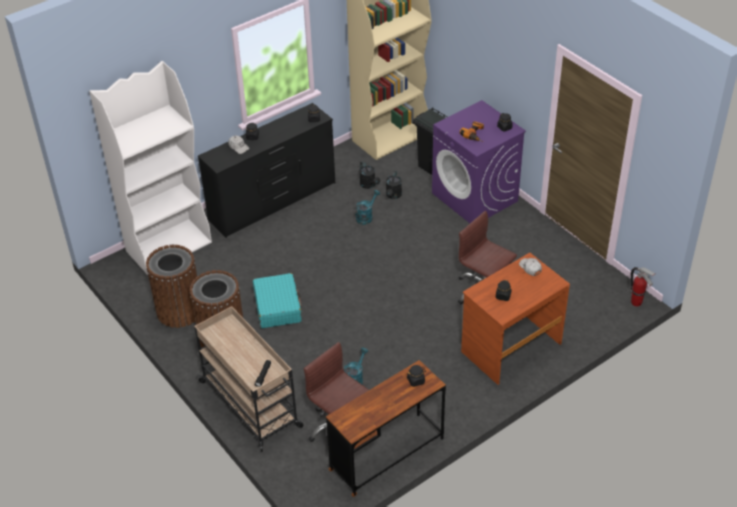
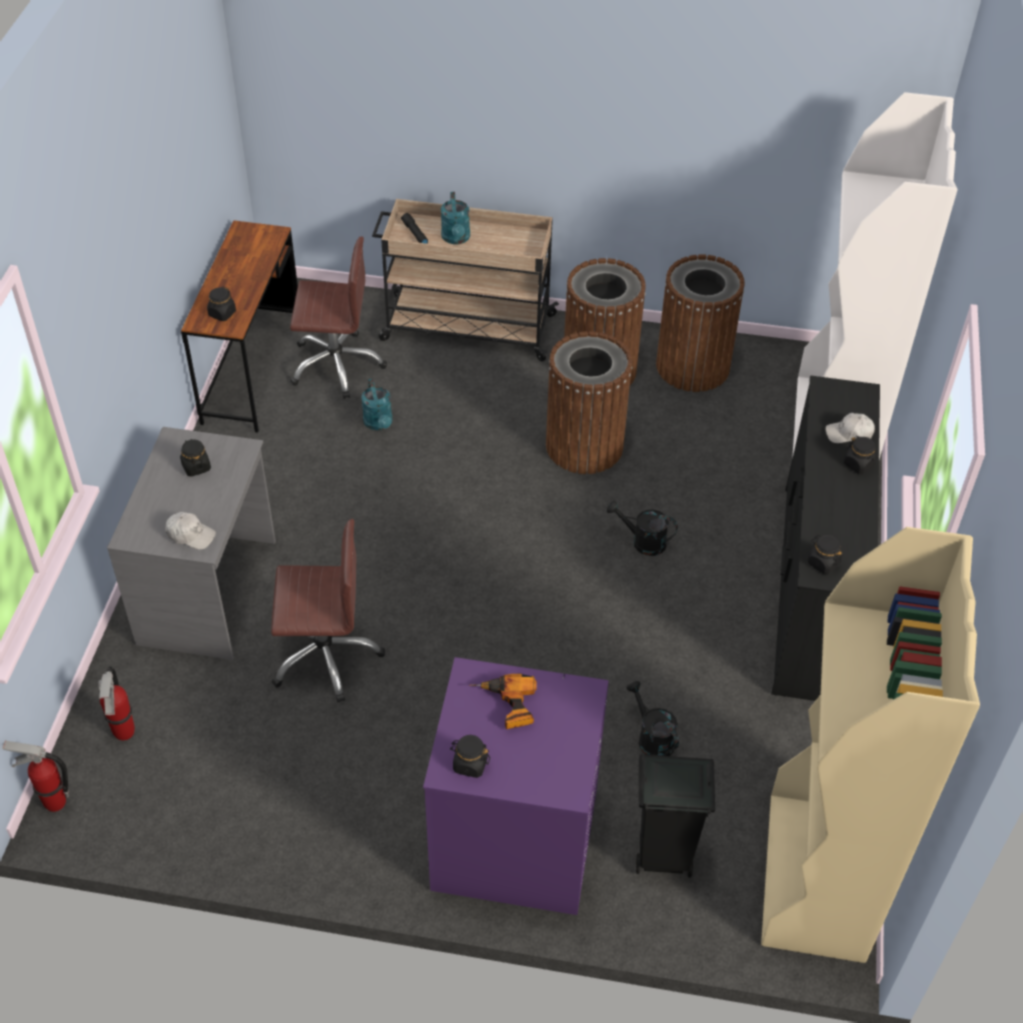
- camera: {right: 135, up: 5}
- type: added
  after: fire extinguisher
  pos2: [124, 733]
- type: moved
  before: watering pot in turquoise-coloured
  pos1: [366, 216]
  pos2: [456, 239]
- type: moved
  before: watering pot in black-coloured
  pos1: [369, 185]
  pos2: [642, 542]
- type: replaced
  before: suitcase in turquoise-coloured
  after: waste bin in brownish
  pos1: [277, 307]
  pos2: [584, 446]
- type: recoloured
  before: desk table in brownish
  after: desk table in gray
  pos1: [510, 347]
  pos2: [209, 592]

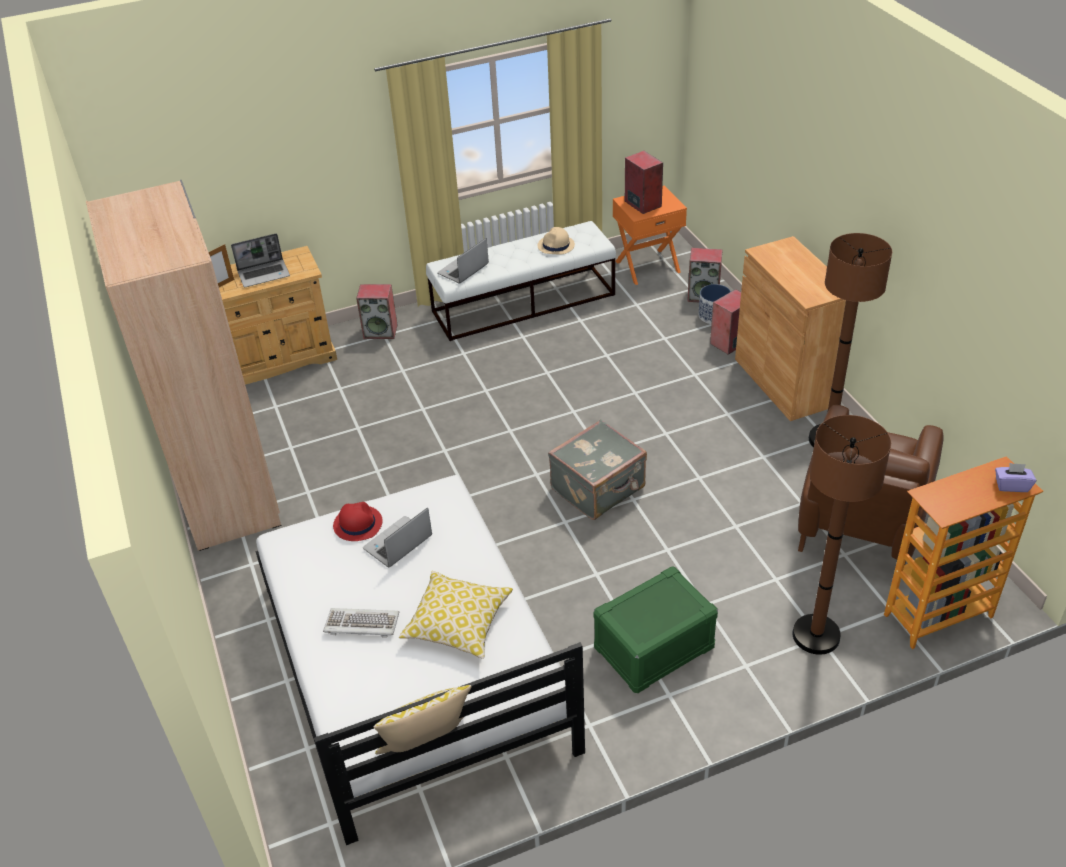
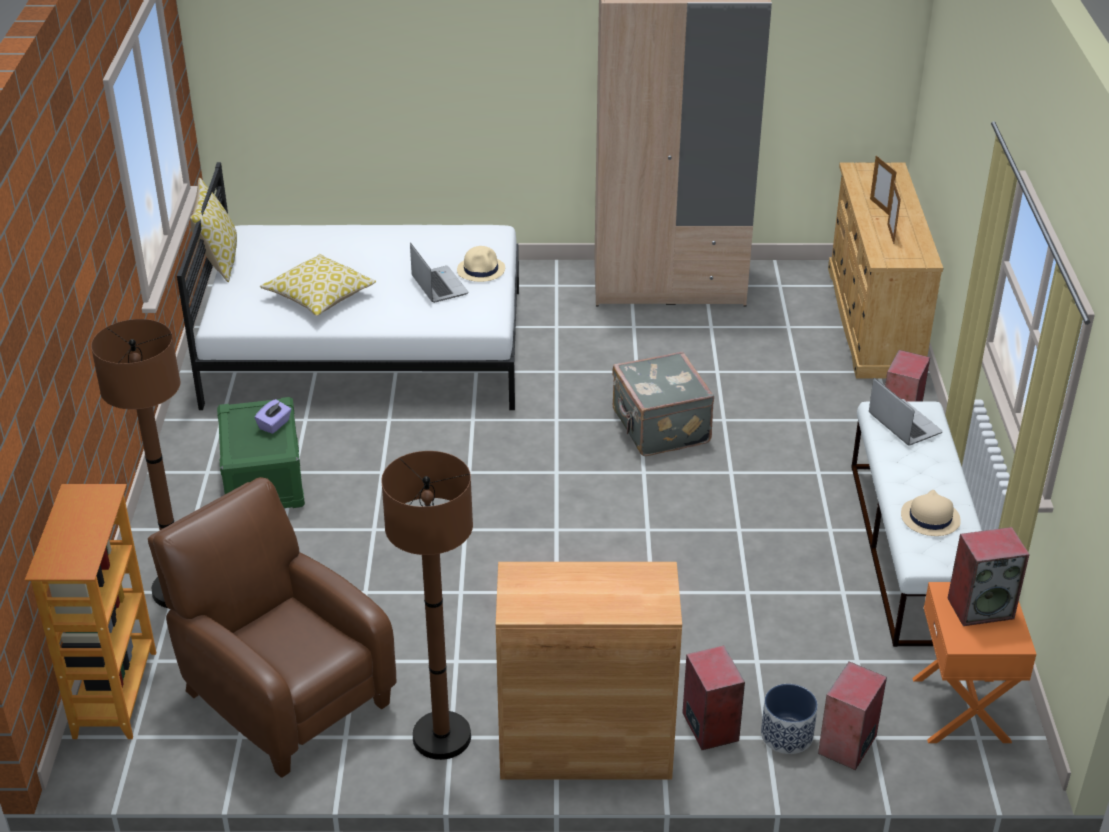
- camera: {right: 110, up: -5}
- type: removed
  before: computer keyboard
  pos1: [361, 624]
- type: moved
  before: suitcase in gray
  pos1: [599, 489]
  pos2: [659, 428]
- type: moved
  before: box of tissues in purple-coloured
  pos1: [1011, 485]
  pos2: [274, 425]
- type: replaced
  before: laptop
  after: picture frame
  pos1: [264, 274]
  pos2: [890, 234]
- type: recoloured
  before: hat in reddish
  after: hat in beige-coloured
  pos1: [357, 524]
  pos2: [481, 270]

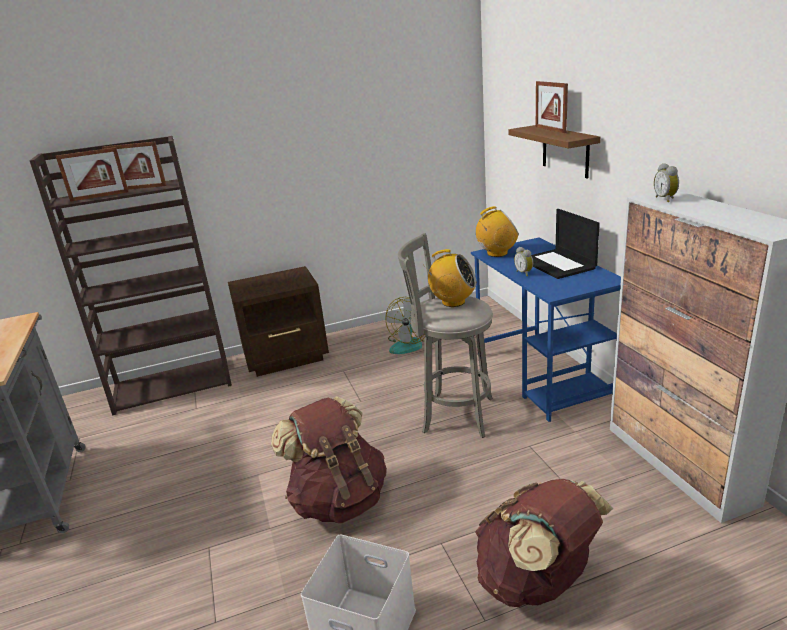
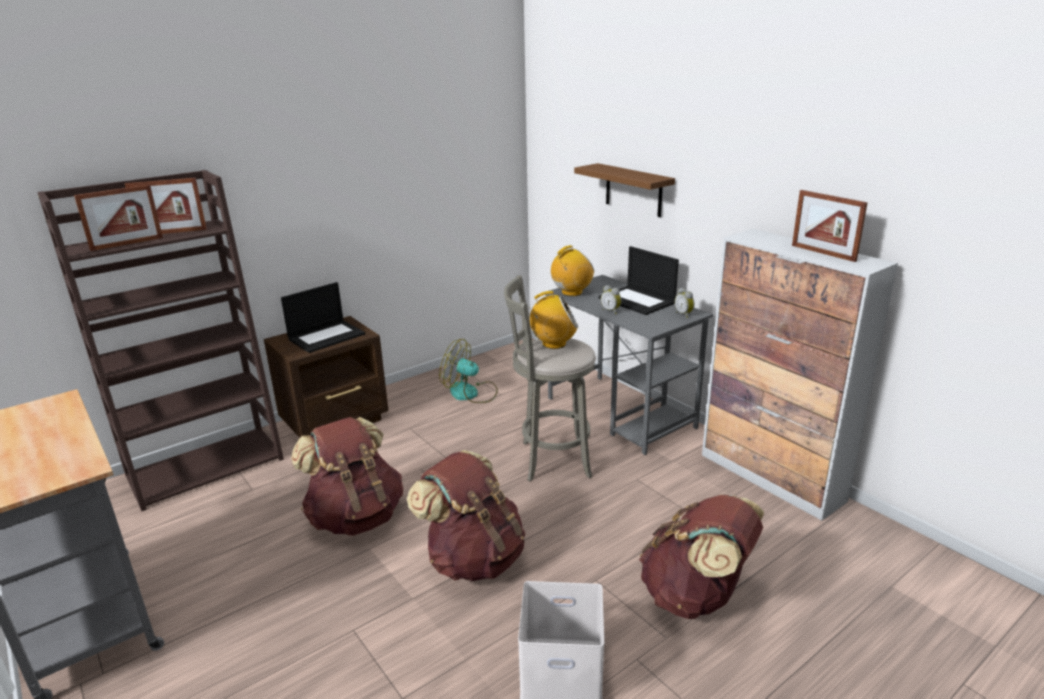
- camera: {right: -20, up: 0}
- type: added
  after: laptop
  pos2: [327, 336]
- type: added
  after: backpack in brownish
  pos2: [355, 516]
- type: moved
  before: picture frame
  pos1: [550, 129]
  pos2: [823, 253]
- type: moved
  before: alarm clock
  pos1: [666, 199]
  pos2: [684, 314]
- type: recoloured
  before: desk table in blue-coloured
  after: desk table in gray
  pos1: [543, 376]
  pos2: [621, 413]
- type: turned
  before: electric fan
  pos1: [409, 344]
  pos2: [470, 393]
  turn: 105

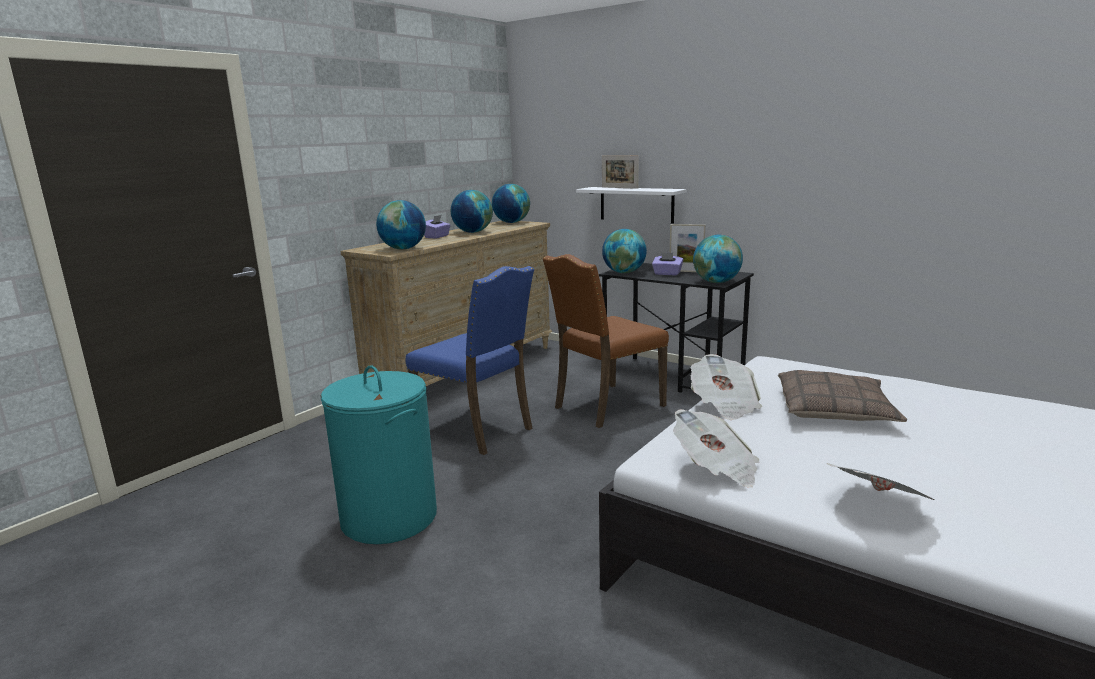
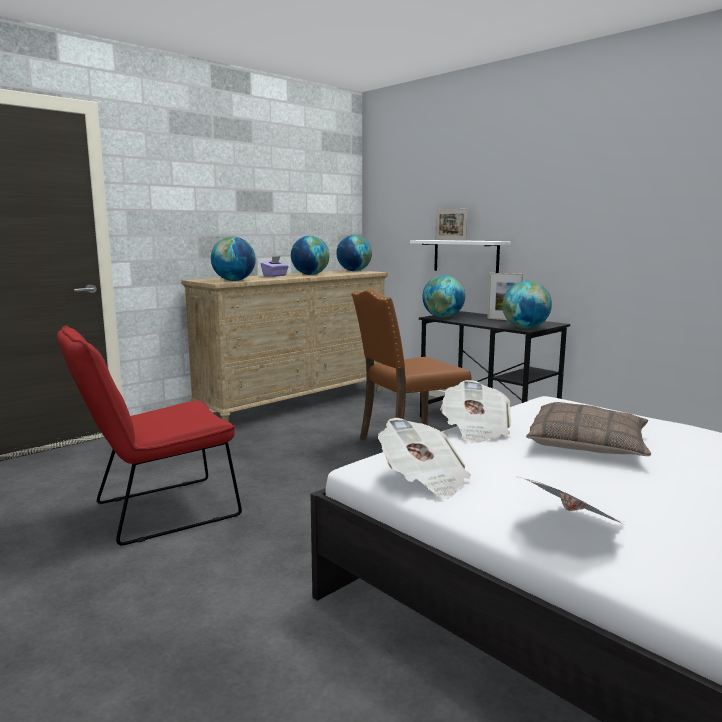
- camera: {right: 10, up: -5}
- type: removed
  before: plain chair in blue-coloured
  pos1: [477, 430]
- type: removed
  before: box of tissues in purple-coloured
  pos1: [667, 274]
- type: replaced
  before: washing basket in turquoise-coloured
  after: plain chair in reddish
  pos1: [388, 517]
  pos2: [156, 512]

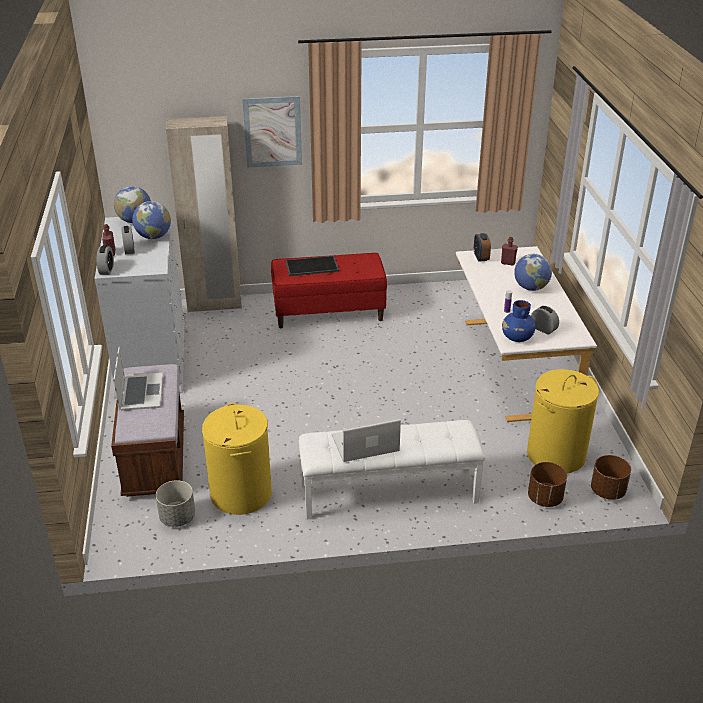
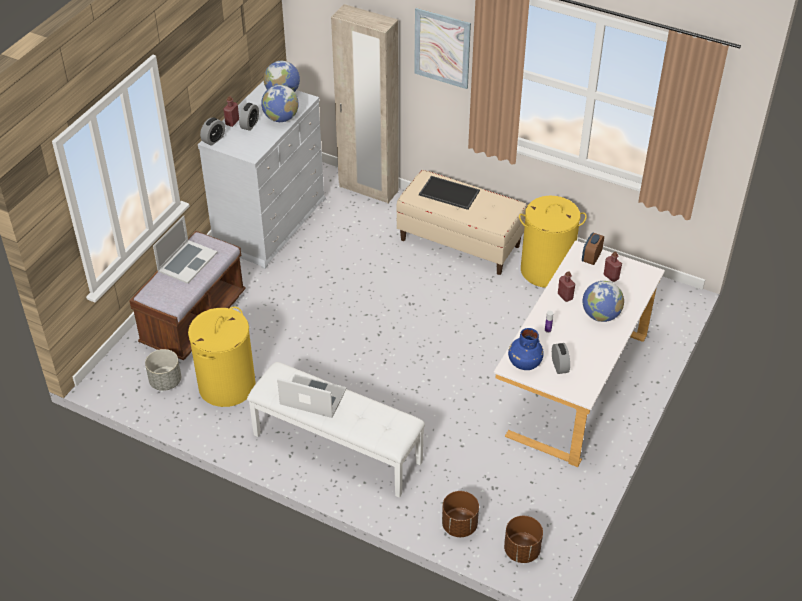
- camera: {right: 35, up: 10}
- type: added
  after: beverage bottle in reddish
  pos2: [565, 296]
- type: moved
  before: washing basket in yellowish
  pos1: [556, 455]
  pos2: [546, 270]
- type: recoloured
  before: bench in reddish
  after: bench in beige-coloured
  pos1: [328, 312]
  pos2: [460, 242]

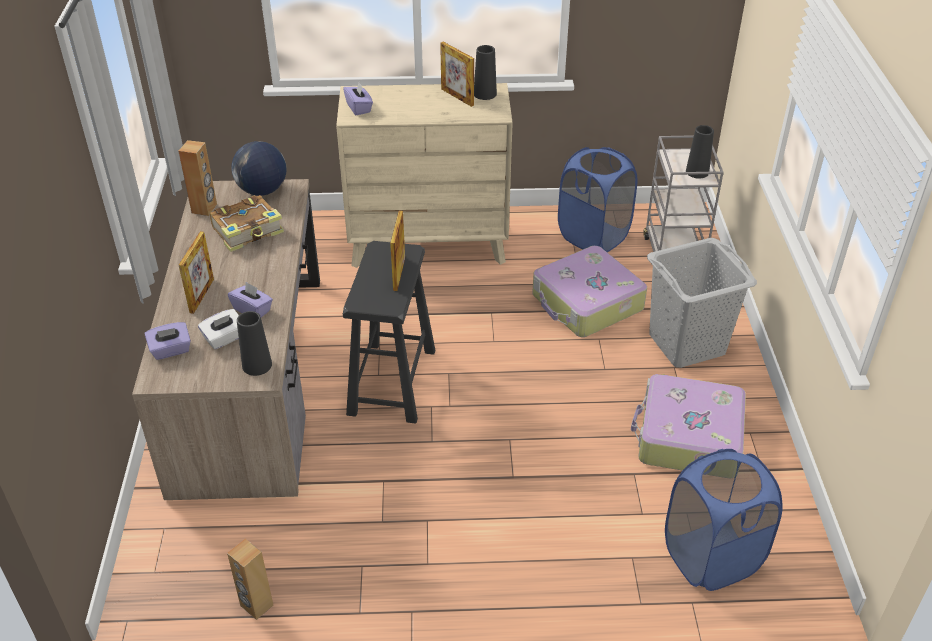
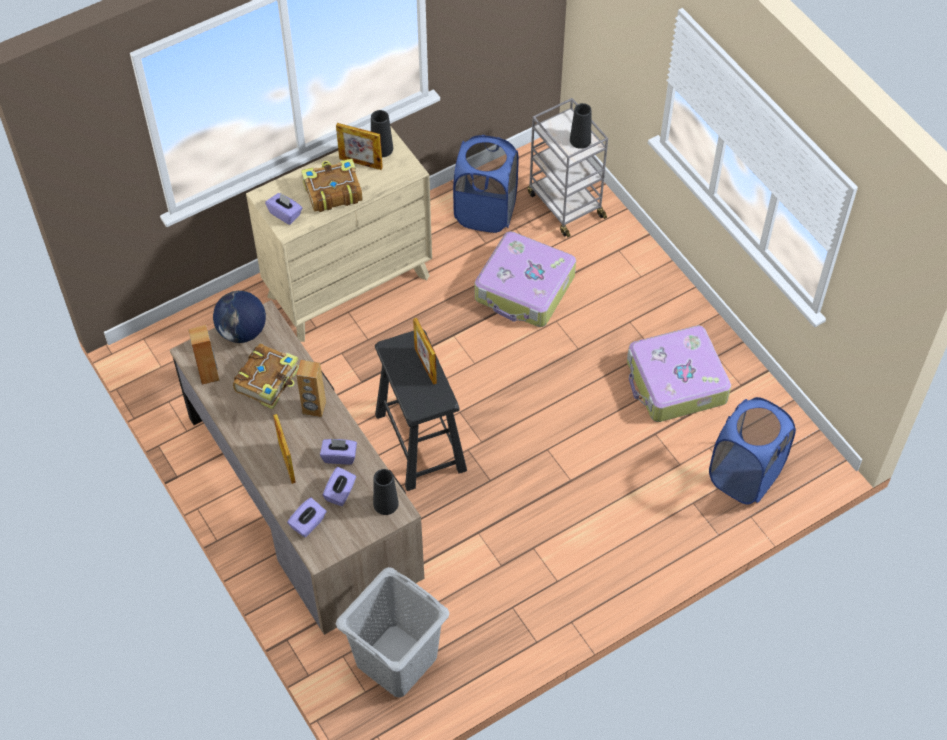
- camera: {right: -30, up: 15}
- type: added
  after: volume
  pos2: [332, 191]
- type: moved
  before: audio speaker in brownish
  pos1: [256, 605]
  pos2: [314, 408]
- type: moved
  before: washing basket in gray
  pos1: [687, 344]
  pos2: [397, 660]
- type: recoloured
  before: box of tissues in white
  after: box of tissues in purple-coloured
  pos1: [224, 338]
  pos2: [340, 493]

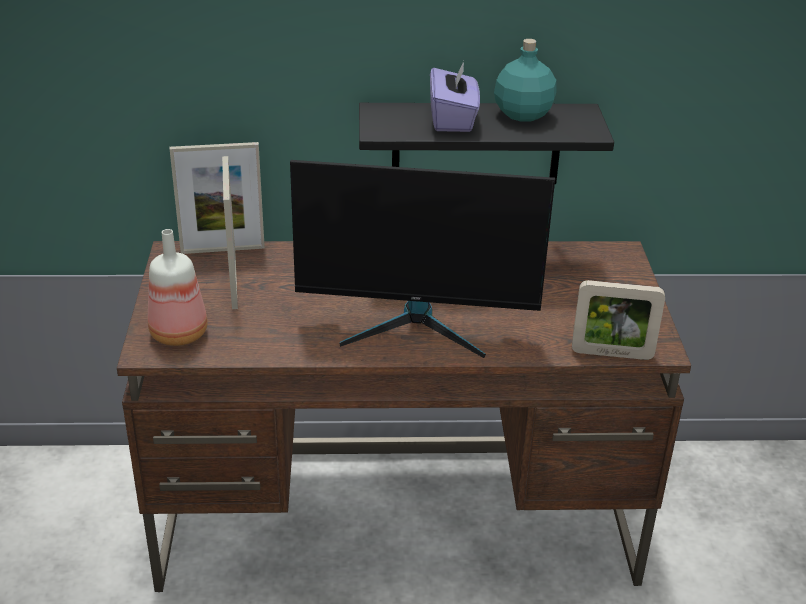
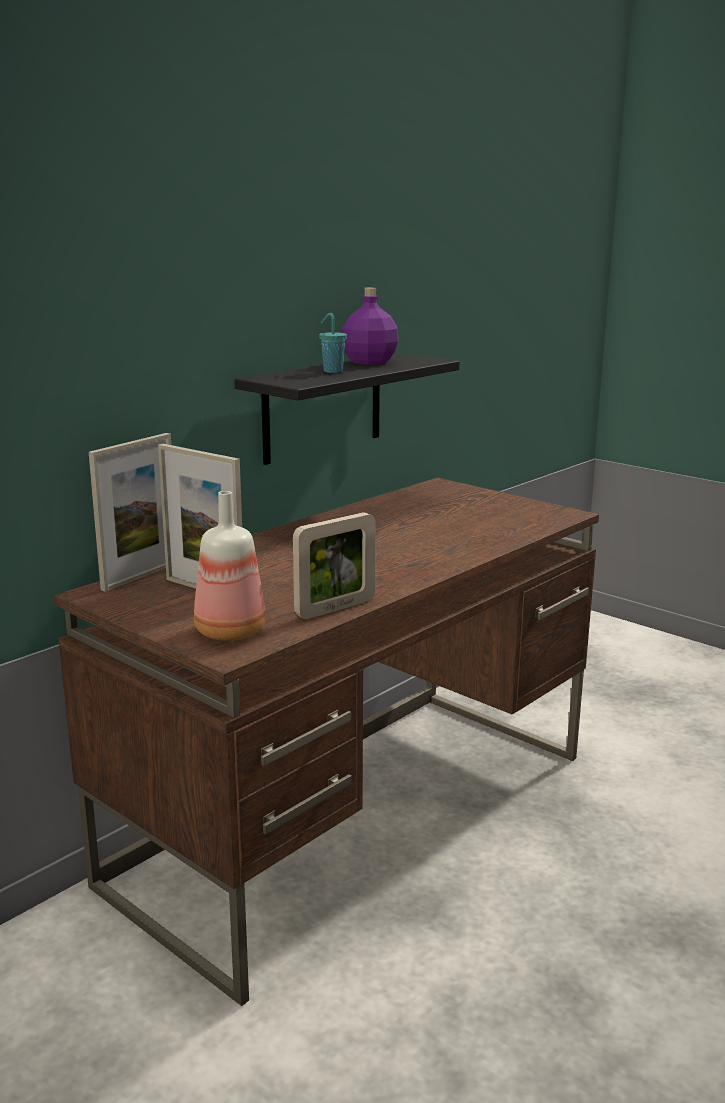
- camera: {right: -45, up: -15}
- type: removed
  before: computer screen
  pos1: [417, 325]
- type: moved
  before: picture frame
  pos1: [612, 353]
  pos2: [335, 608]
- type: replaced
  before: box of tissues in purple-coloured
  after: drinking cup in turquoise-coloured
  pos1: [453, 119]
  pos2: [332, 371]
- type: recoloured
  before: beverage bottle in turquoise-coloured
  after: beverage bottle in purple-coloured
  pos1: [522, 114]
  pos2: [368, 362]

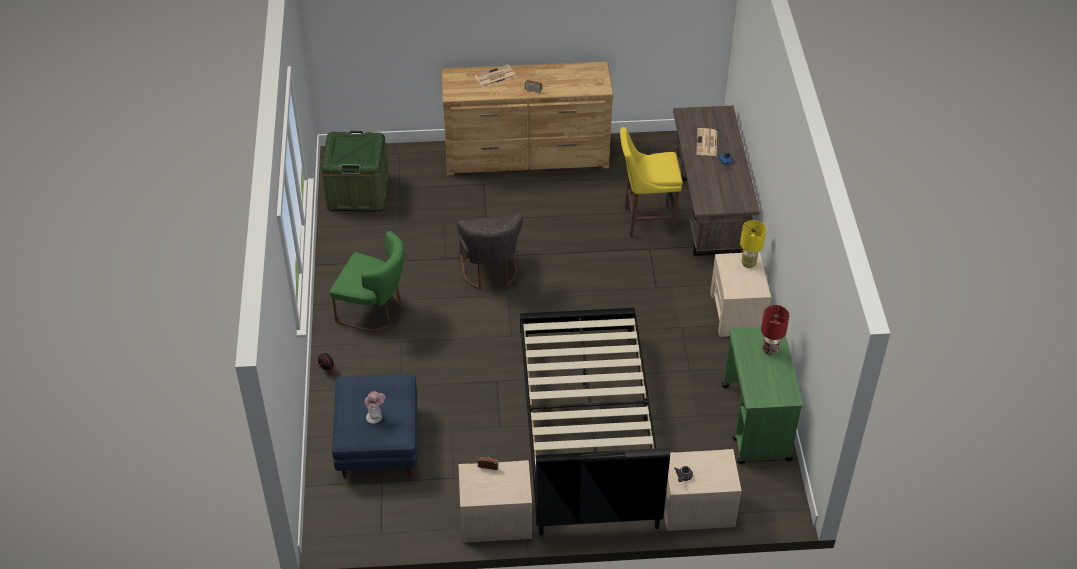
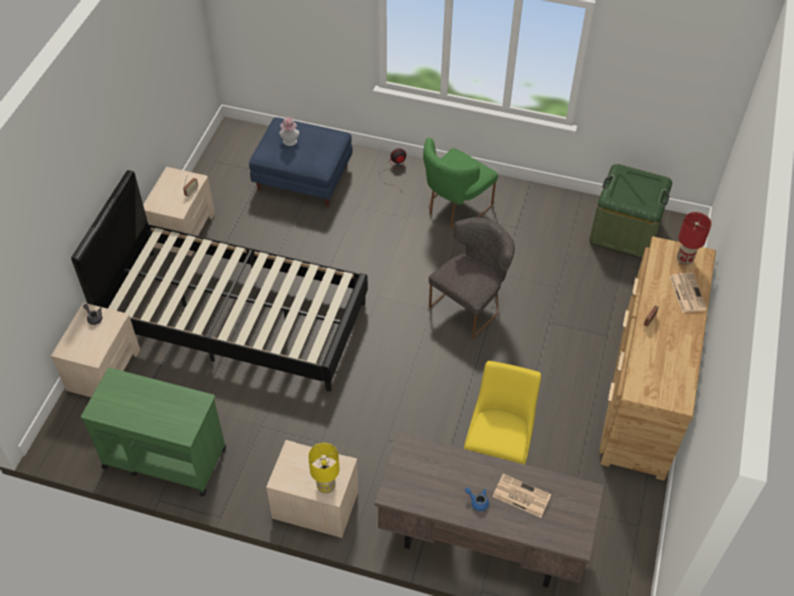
- camera: {right: 110, up: 5}
- type: moved
  before: lamp for a table in reddish
  pos1: [770, 350]
  pos2: [685, 259]
- type: turned
  before: plain chair in gray
  pos1: [490, 271]
  pos2: [470, 304]
  turn: 120

